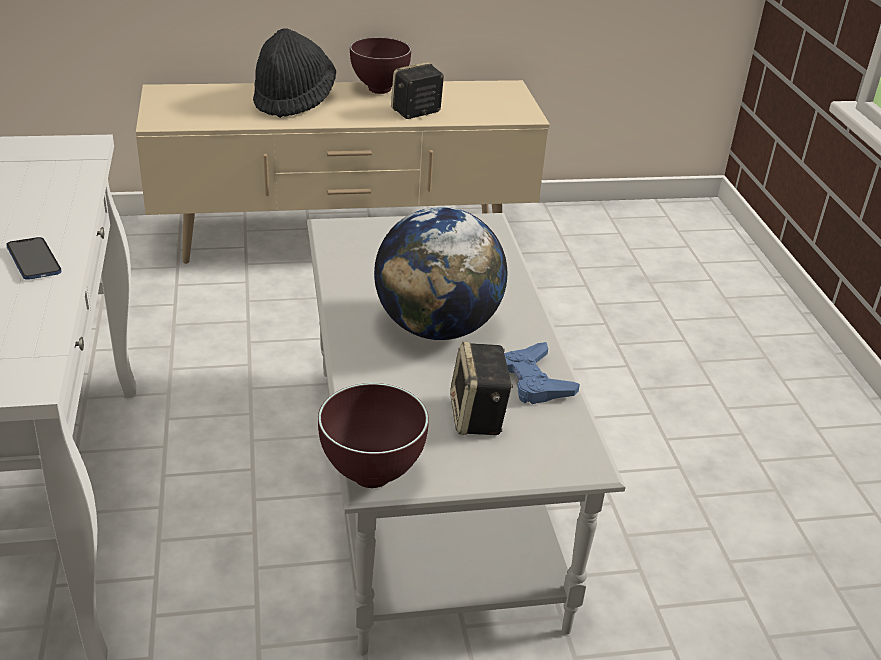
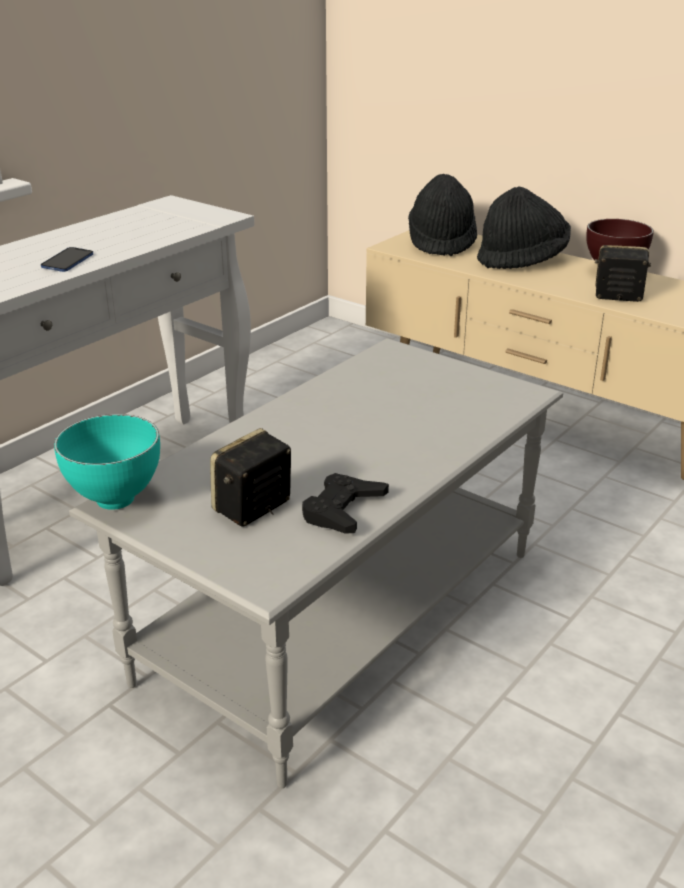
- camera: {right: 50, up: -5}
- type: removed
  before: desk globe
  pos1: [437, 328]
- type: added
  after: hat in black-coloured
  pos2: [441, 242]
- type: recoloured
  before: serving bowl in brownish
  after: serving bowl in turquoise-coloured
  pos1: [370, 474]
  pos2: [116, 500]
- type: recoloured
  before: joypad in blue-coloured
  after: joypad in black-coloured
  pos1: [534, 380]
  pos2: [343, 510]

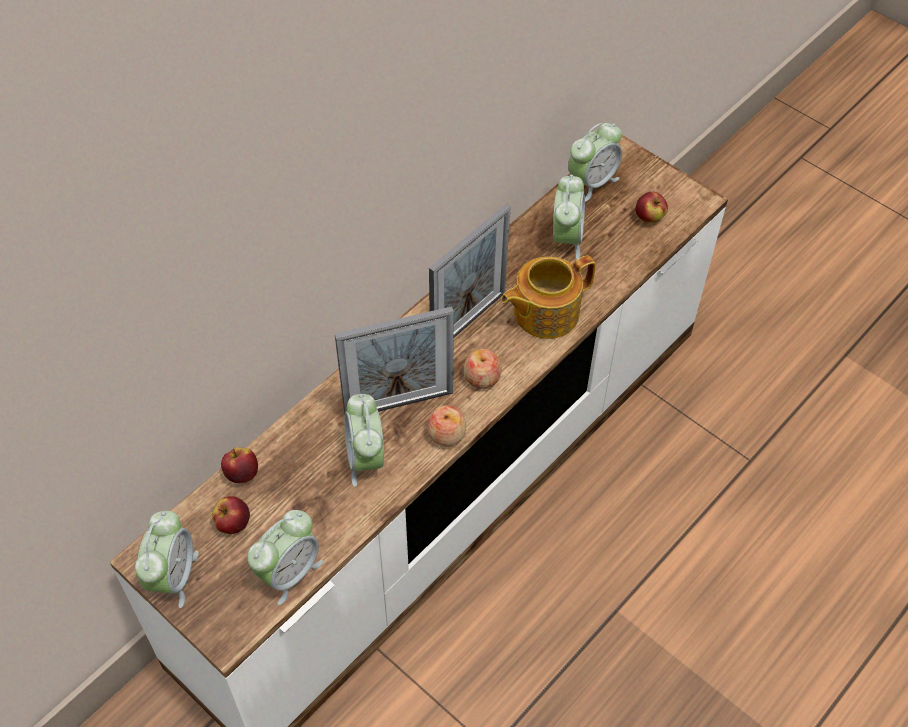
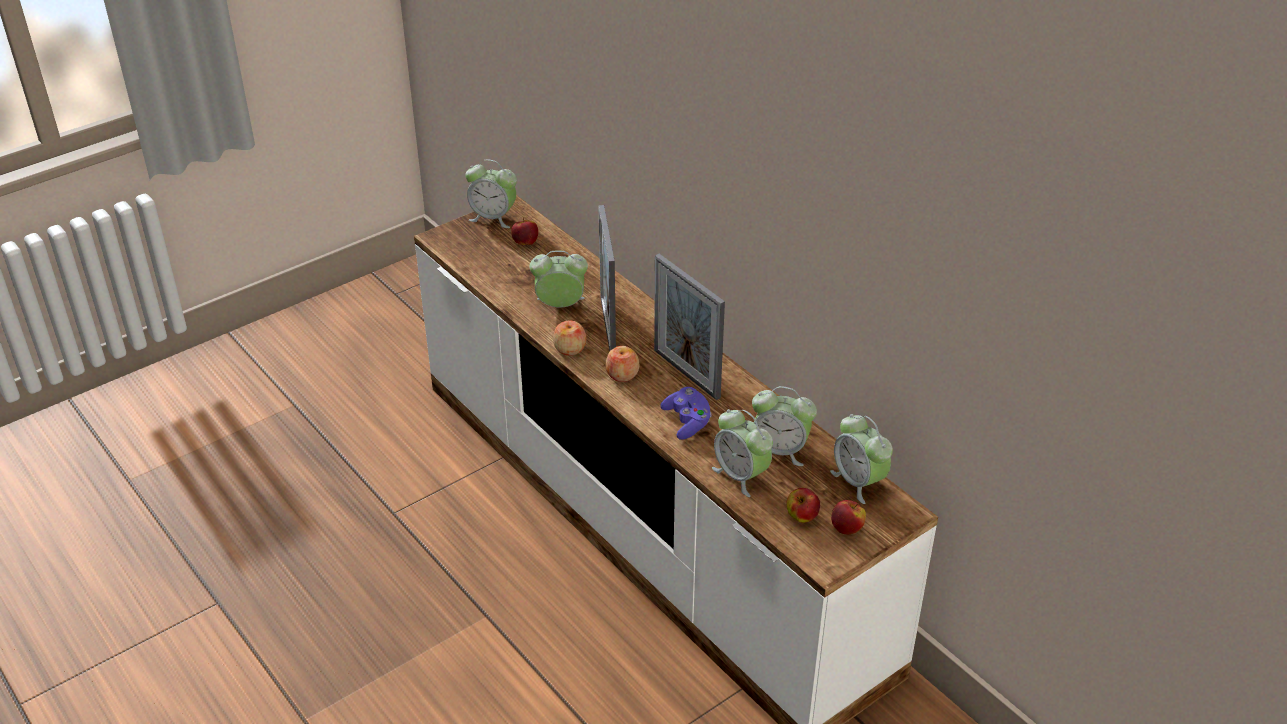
- camera: {right: 100, up: -15}
- type: moved
  before: apple fruit
  pos1: [242, 474]
  pos2: [847, 528]
- type: moved
  before: alarm clock
  pos1: [289, 572]
  pos2: [741, 475]
- type: replaced
  before: tea pot
  after: joypad in purple-coloured
  pos1: [544, 312]
  pos2: [687, 422]

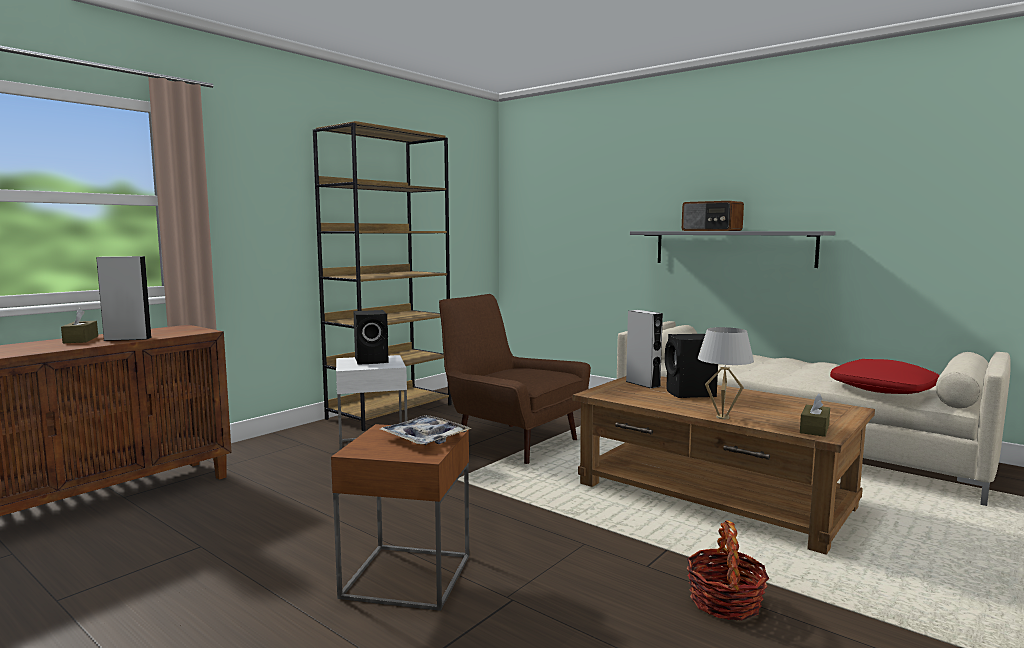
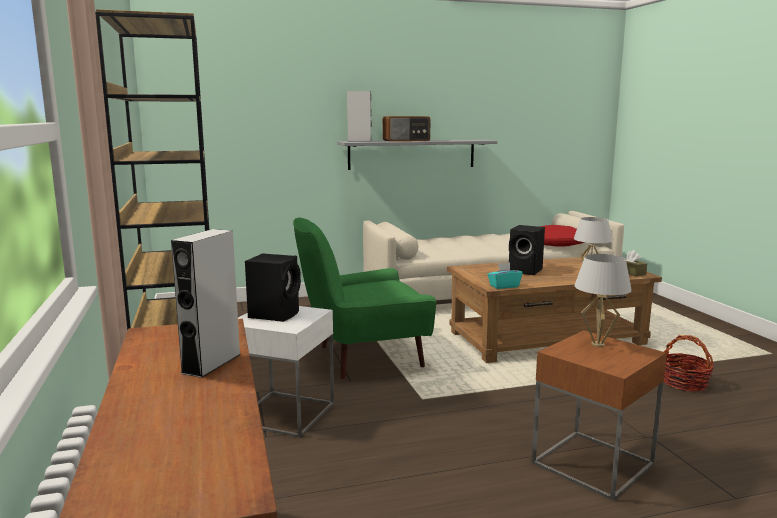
- camera: {right: -55, up: 5}
- type: removed
  before: box of tissues in brownish
  pos1: [81, 339]
- type: added
  after: box of tissues in turquoise-coloured
  pos2: [504, 286]
- type: moved
  before: audio speaker in gray
  pos1: [643, 384]
  pos2: [359, 141]
- type: replaced
  before: carrying tray
  after: lamp for a table in white
  pos1: [425, 438]
  pos2: [598, 344]
- type: recoloured
  before: easy chair in brownish
  after: easy chair in green-coloured
  pos1: [511, 441]
  pos2: [363, 357]

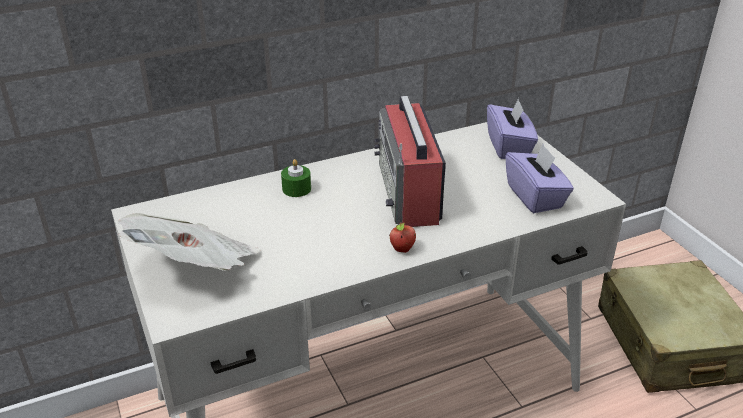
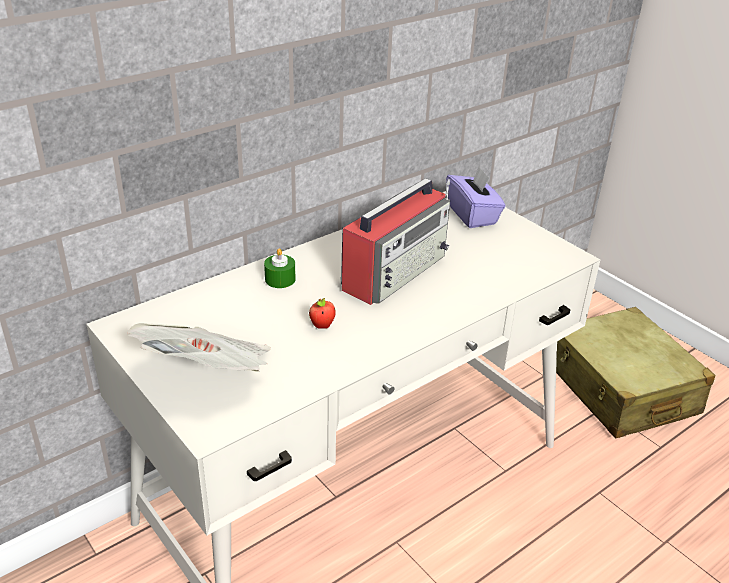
- camera: {right: -15, up: 0}
- type: removed
  before: box of tissues in purple-coloured
  pos1: [535, 197]
- type: moved
  before: apple fruit
  pos1: [402, 250]
  pos2: [322, 326]
- type: turned
  before: radio receiver
  pos1: [409, 193]
  pos2: [395, 271]
  turn: -120

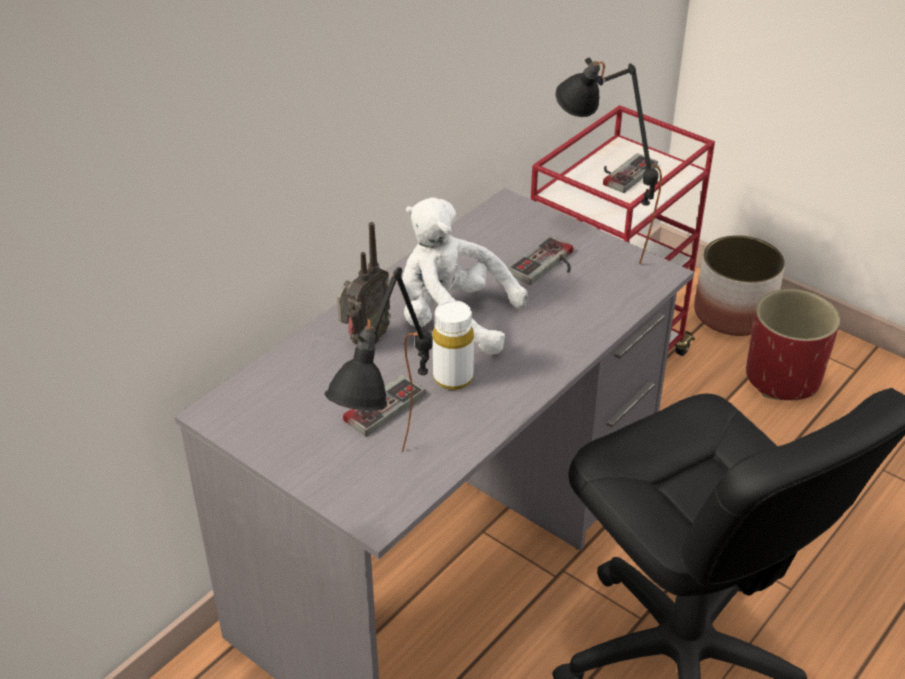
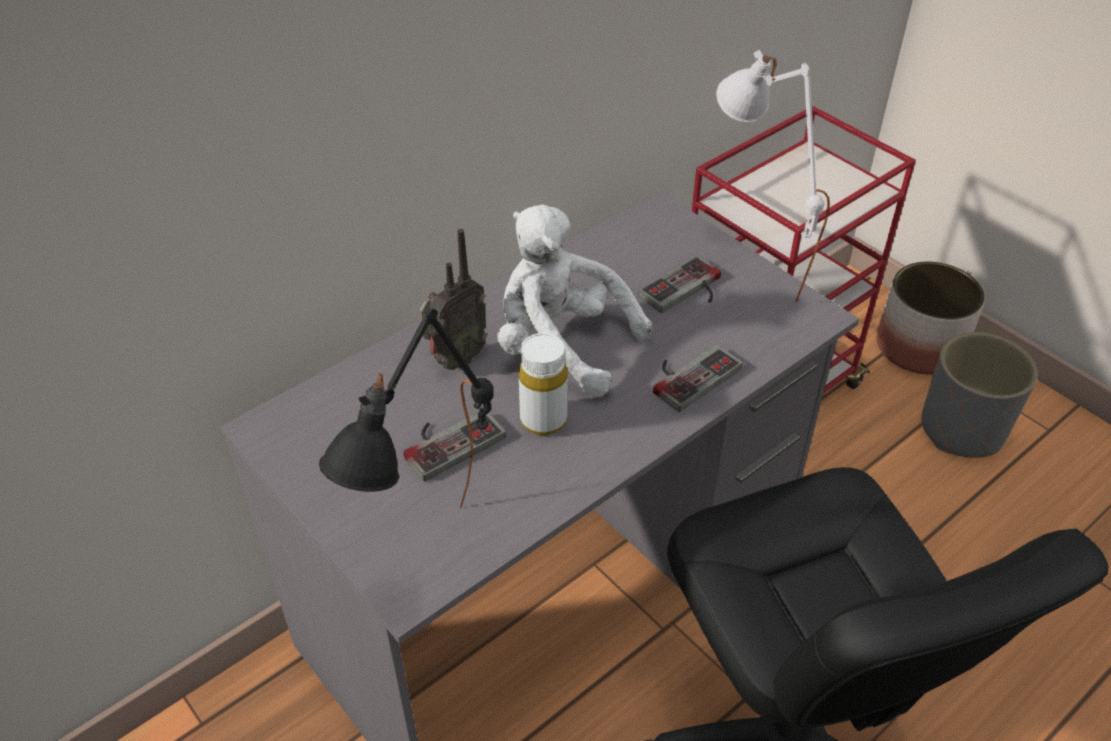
- camera: {right: 10, up: 5}
- type: moved
  before: joypad
  pos1: [623, 172]
  pos2: [689, 374]
- type: recoloured
  before: lamp for a table in black-coloured
  after: lamp for a table in white
  pos1: [597, 246]
  pos2: [750, 274]
- type: recoloured
  before: flower pot in reddish
  after: flower pot in gray
  pos1: [782, 378]
  pos2: [962, 429]

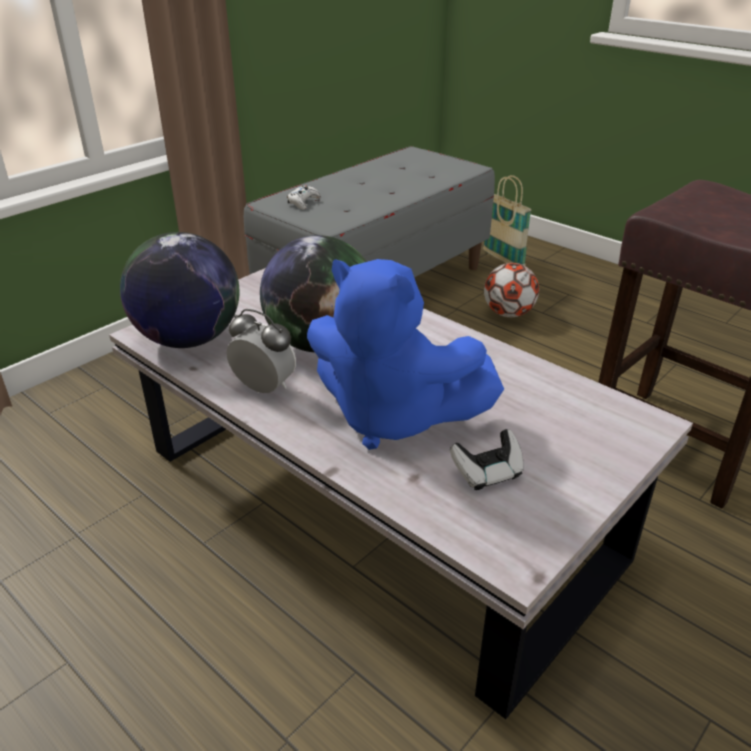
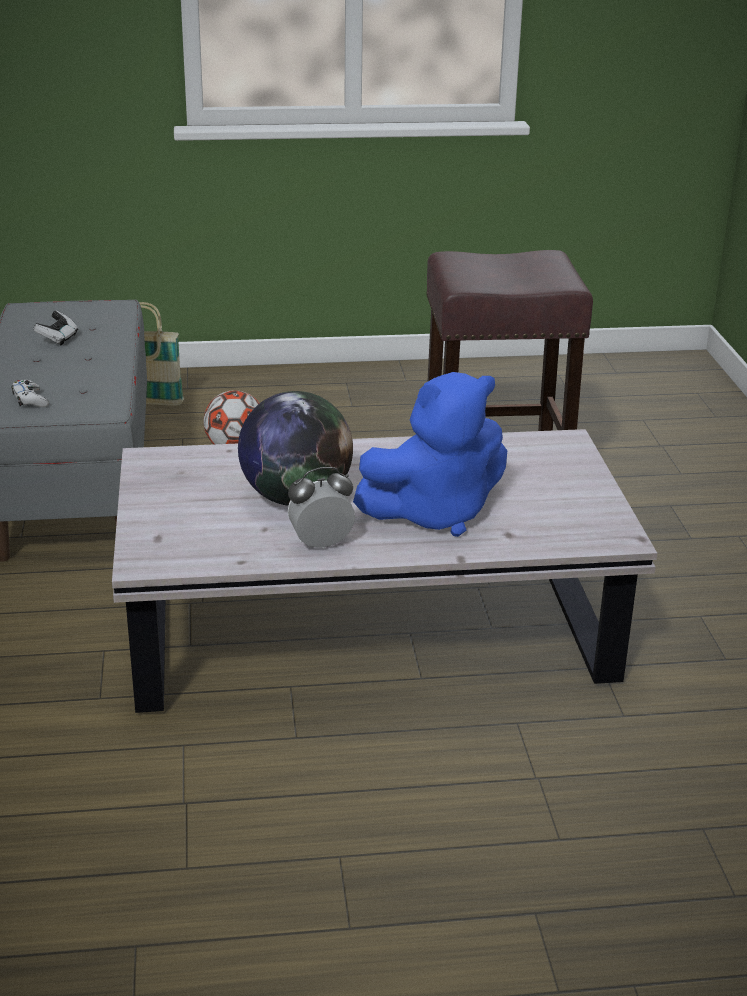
- camera: {right: -50, up: -5}
- type: removed
  before: desk globe
  pos1: [188, 339]
- type: moved
  before: joypad
  pos1: [487, 473]
  pos2: [58, 339]

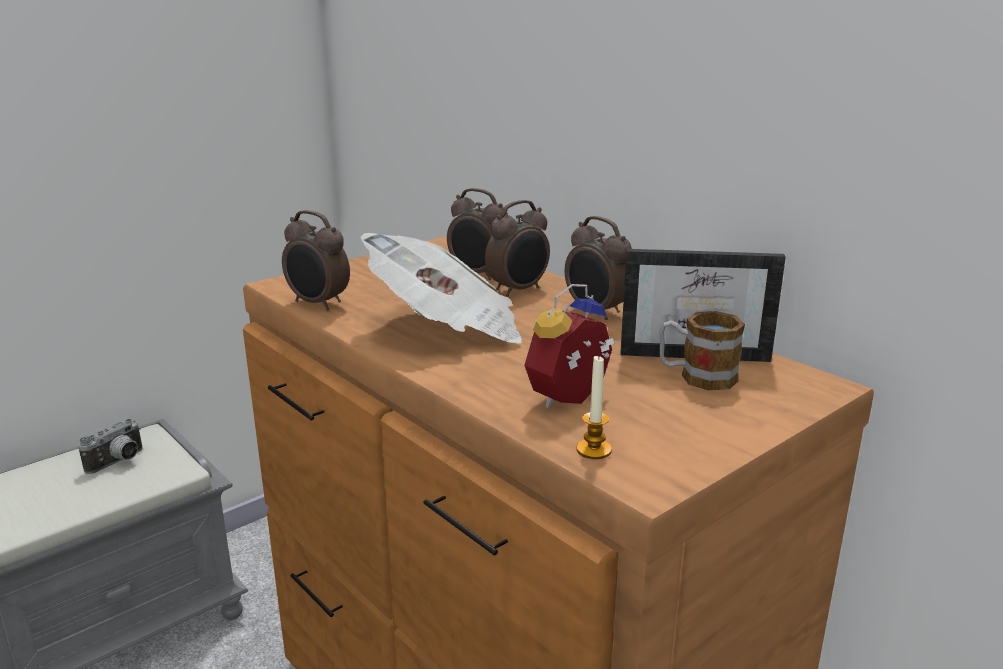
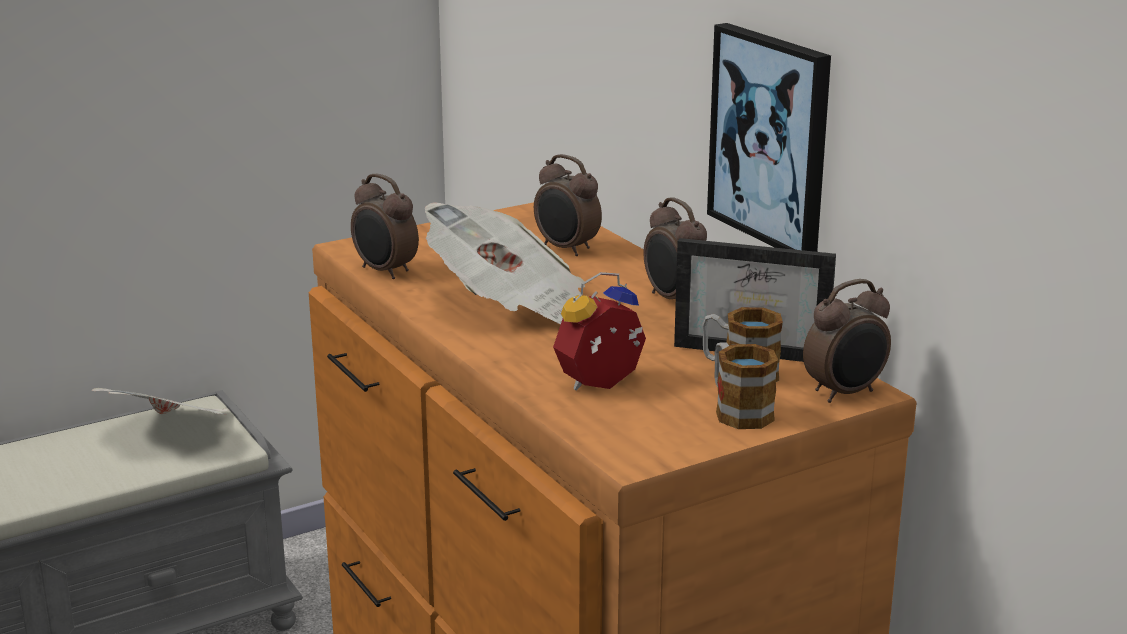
- camera: {right: 10, up: 0}
- type: removed
  before: wax candle
  pos1: [594, 450]
- type: added
  after: wall picture
  pos2: [771, 139]
- type: added
  after: coffee mug
  pos2: [737, 410]
- type: moved
  before: alarm clock
  pos1: [519, 290]
  pos2: [845, 393]
- type: replaced
  before: still camera
  after: daily paper
  pos1: [119, 462]
  pos2: [171, 433]

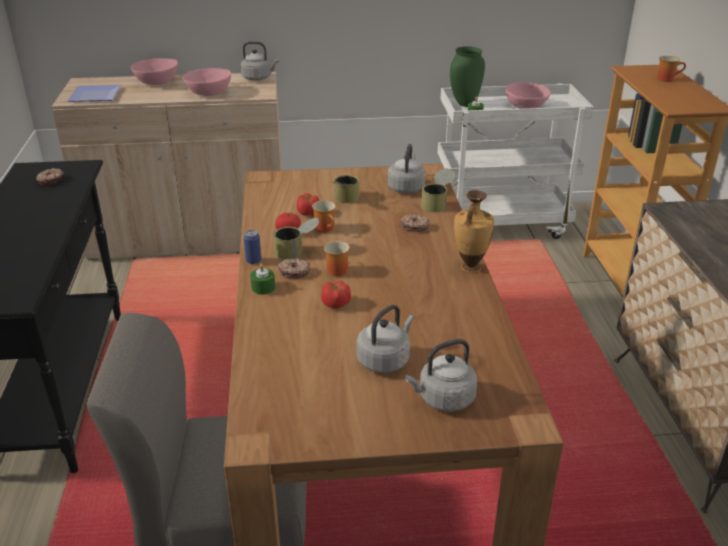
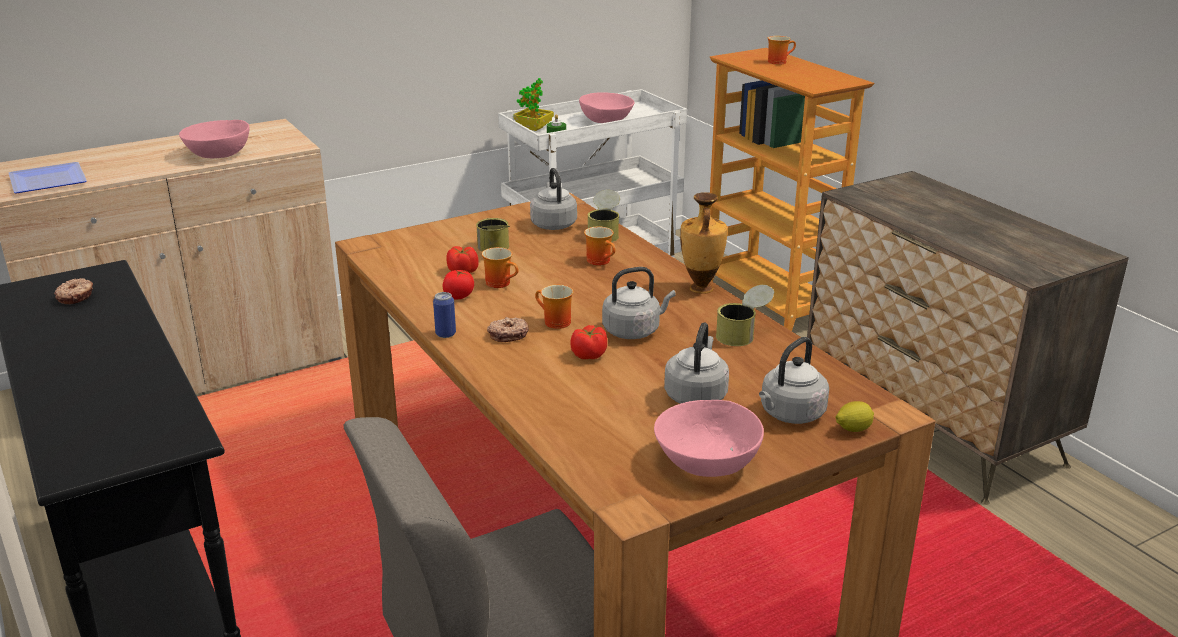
- camera: {right: -25, up: -5}
- type: removed
  before: wax candle in green-coloured
  pos1: [263, 287]
- type: added
  after: lemon
  pos2: [853, 429]
- type: moved
  before: serving bowl in pinkish
  pos1: [156, 82]
  pos2: [706, 462]
- type: moved
  before: kettle in gray
  pos1: [258, 78]
  pos2: [634, 331]
- type: moved
  before: can
  pos1: [297, 251]
  pos2: [743, 334]
- type: replaced
  before: doughnut
  after: coffee mug
  pos1: [414, 226]
  pos2: [601, 261]
- type: replaced
  before: vase in green-coloured
  after: potted plant
  pos1: [464, 104]
  pos2: [534, 128]

